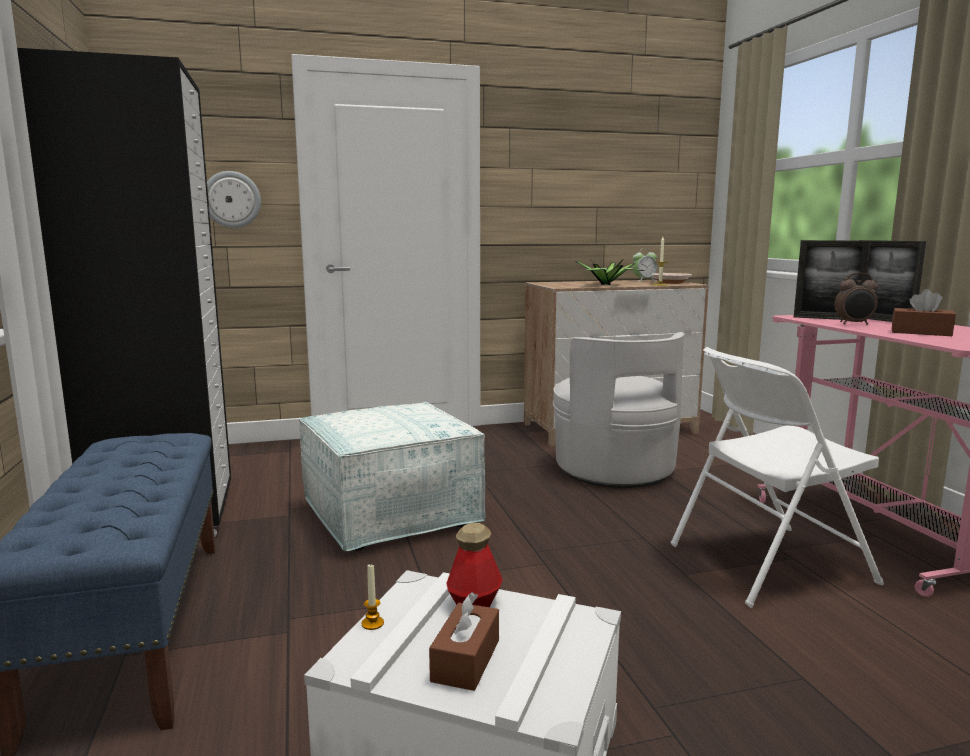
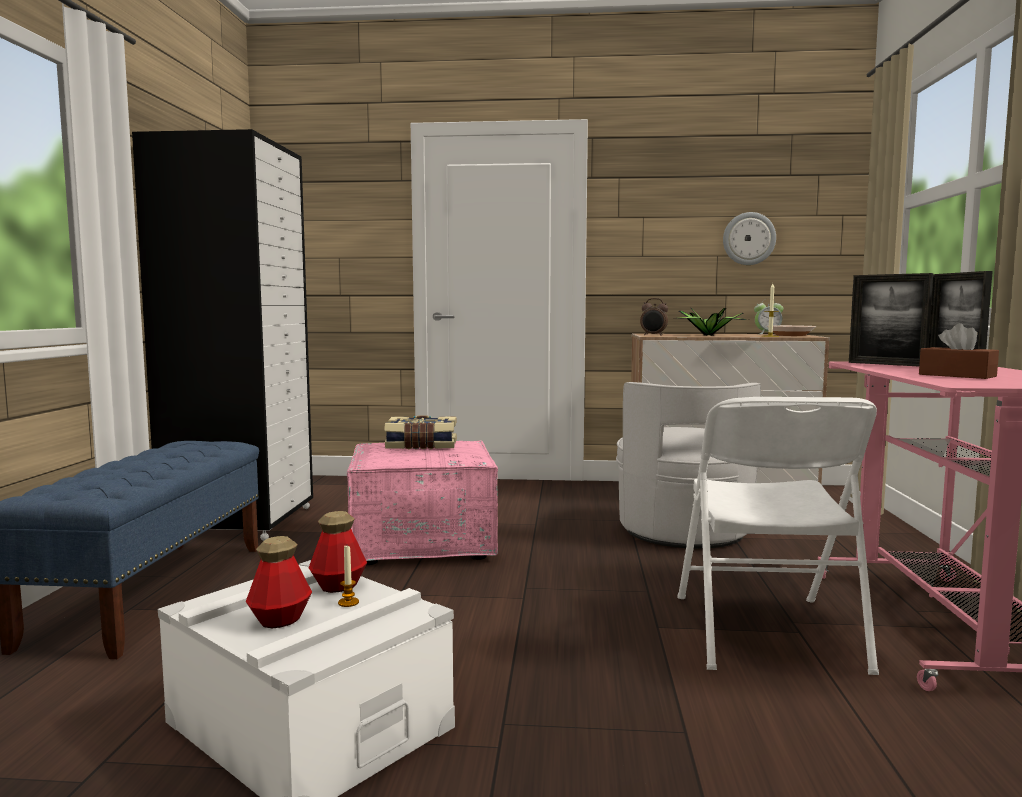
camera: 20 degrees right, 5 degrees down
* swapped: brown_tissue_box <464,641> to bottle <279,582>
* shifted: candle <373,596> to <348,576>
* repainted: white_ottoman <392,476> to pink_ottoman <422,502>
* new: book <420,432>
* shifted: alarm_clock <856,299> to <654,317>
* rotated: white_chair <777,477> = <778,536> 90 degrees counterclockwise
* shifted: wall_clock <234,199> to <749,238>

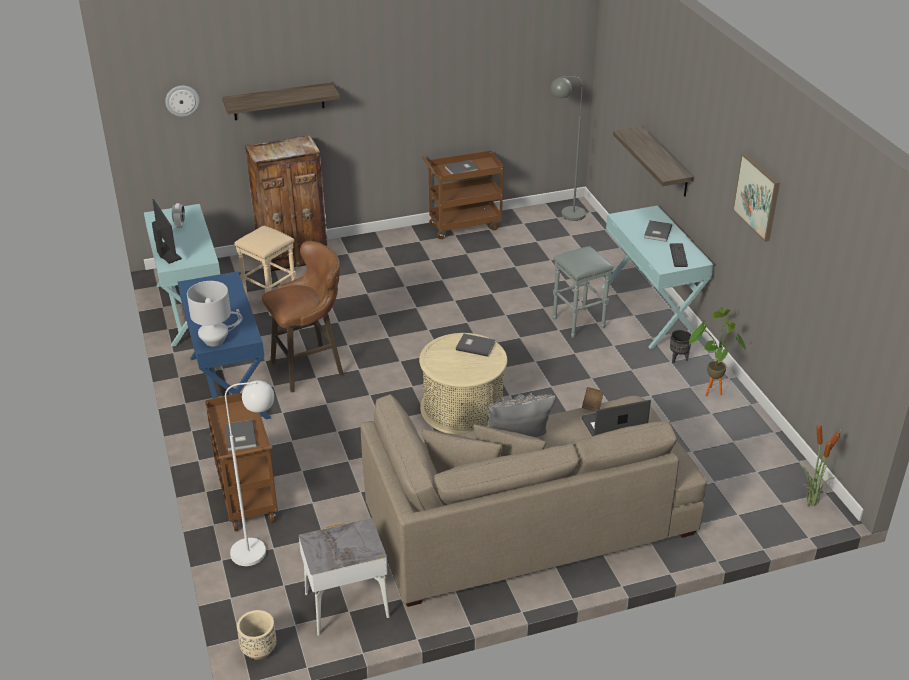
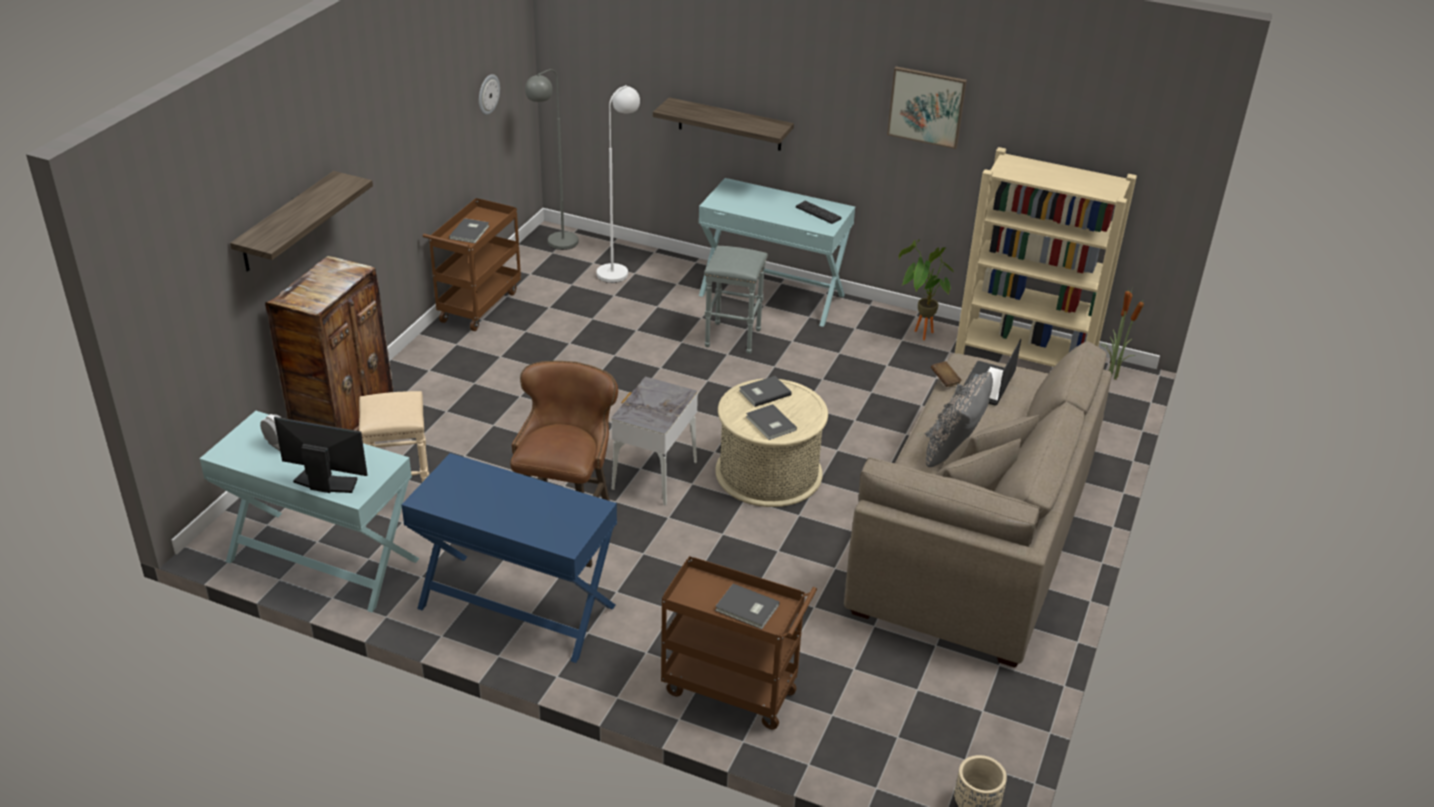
camera: 50 degrees left, 0 degrees up
* shifted: wall_clock <182,101> to <489,94>
* shifted: white_floor_lamp <249,473> to <618,184>
* shifted: side_table <344,577> to <654,441>
* shifted: grey_book <658,231> to <771,422>
* new: beige_bookcase <1046,257>
* gone: white_table_lamp <215,314>
* gone: black_planter <680,347>

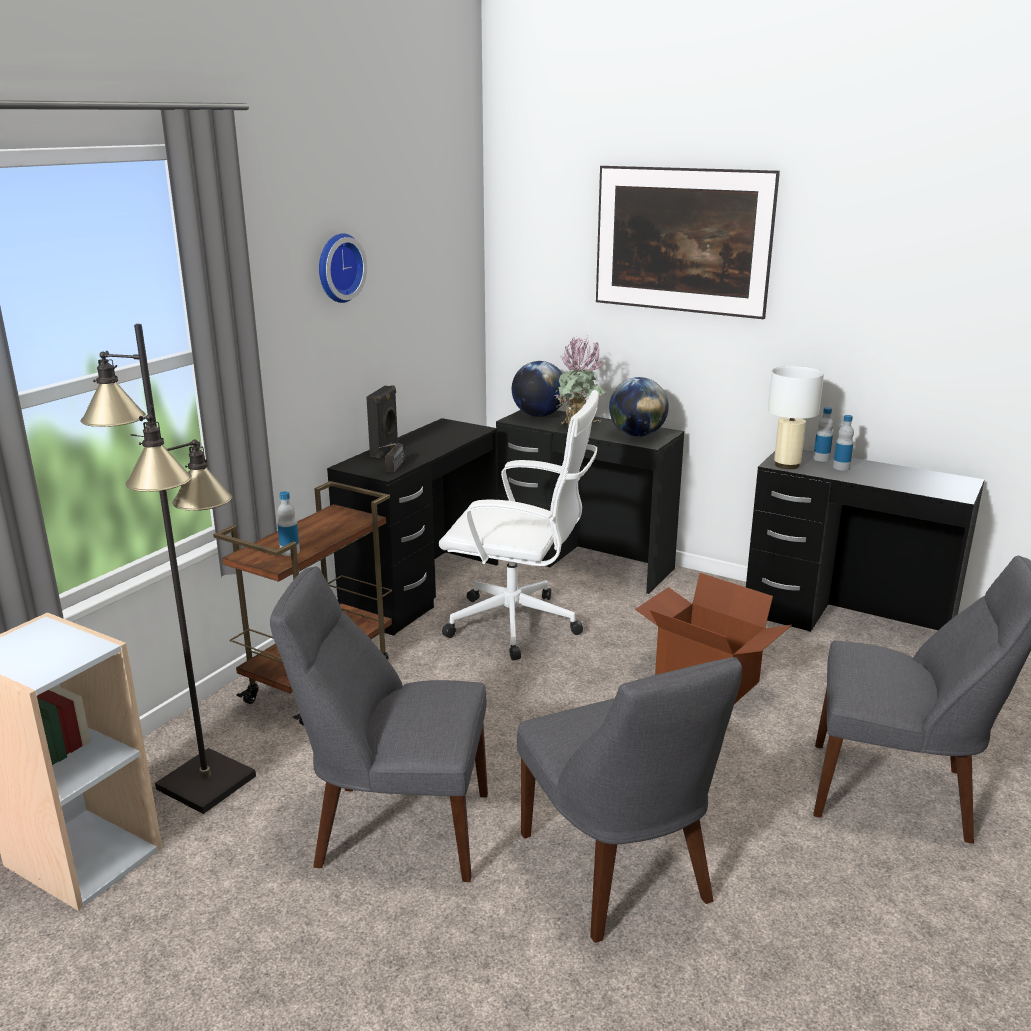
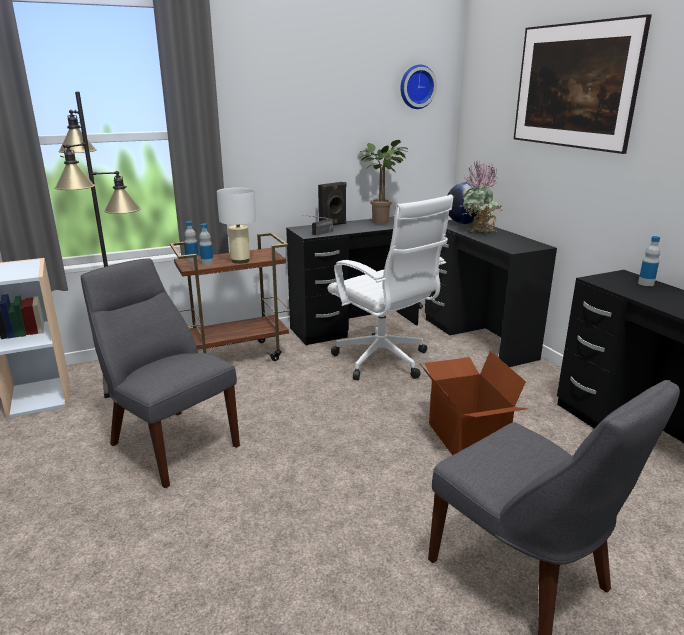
camera: 35 degrees right, 0 degrees up
* shifted: bottle <843,443> to <192,241>
* shifted: white_table_lamp <796,417> to <236,225>
* new: potted_plant <383,182>
* shifted: wall_clock <343,268> to <418,87>
* gone: grey_chair <629,800>
* gone: globe <639,407>

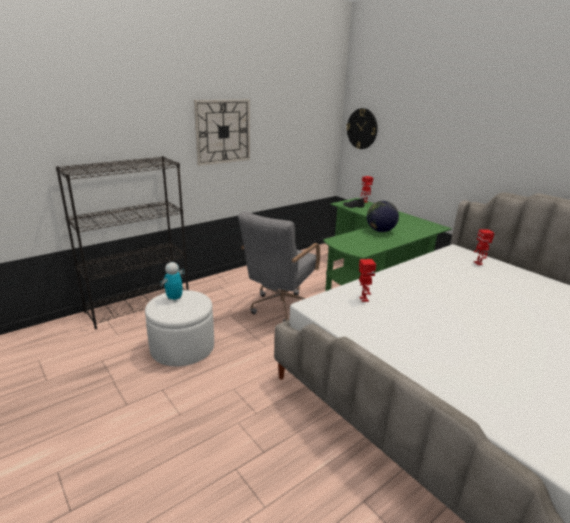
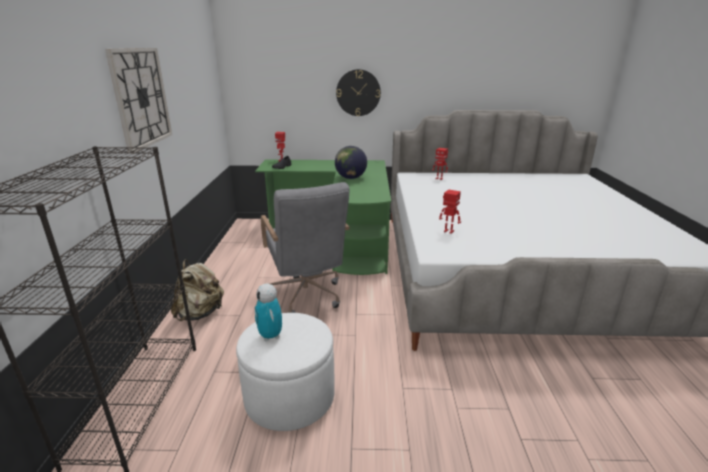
camera: 50 degrees left, 0 degrees up
* new: beige_backpack <197,290>
* shifted: wall_clock <361,128> to <358,92>

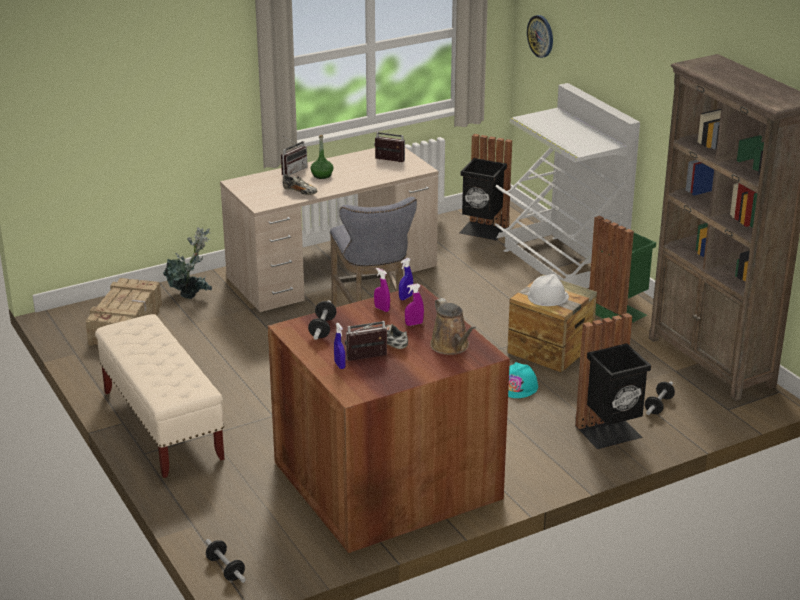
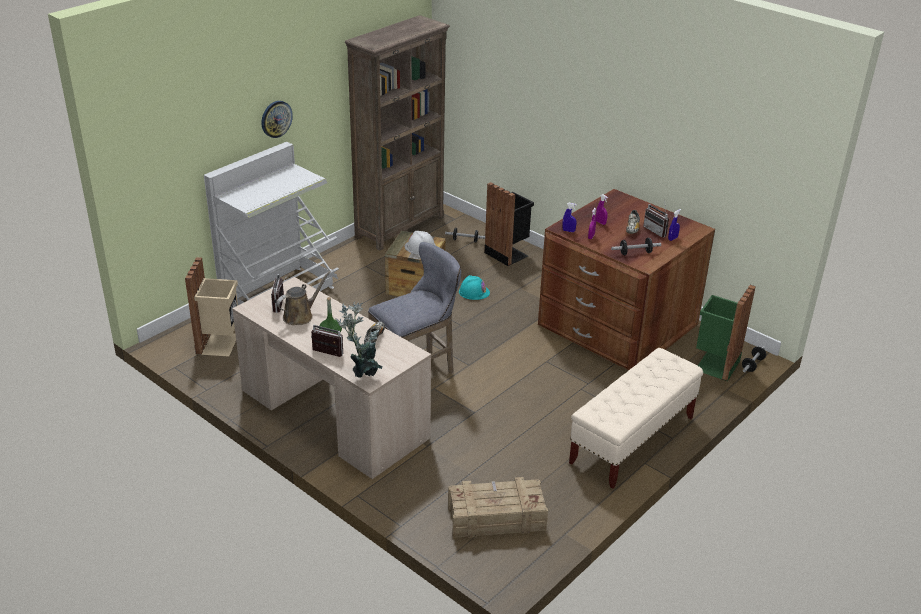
camera: 110 degrees left, 5 degrees up
* repainted: black_trash_can <485,187> to beige_trash_can <211,306>
* shifted: wall_clock <540,36> to <277,119>
* shifted: brown_watering_can <453,326> to <303,298>
* shifted: potted_plant <187,263> to <359,340>
* shifted: green_trash_can <622,269> to <726,333>

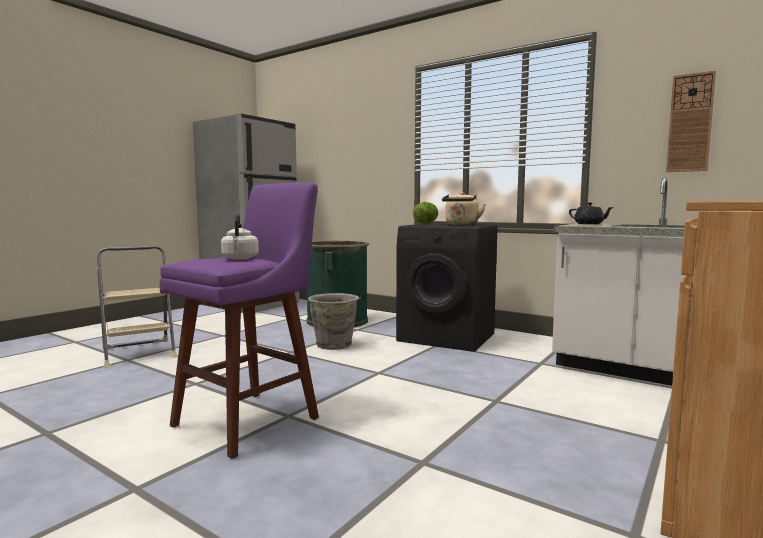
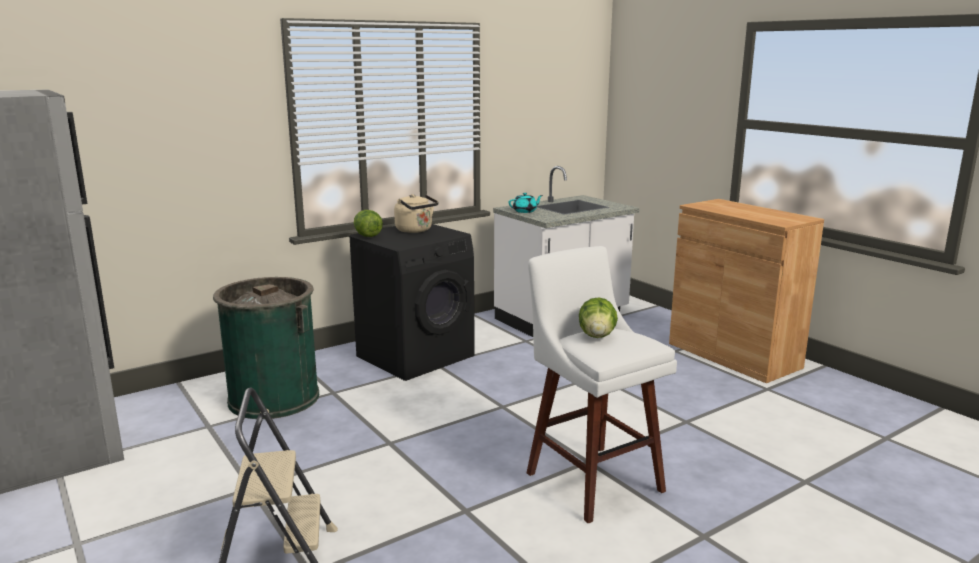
camera: 70 degrees left, 10 degrees up
* repainted: black_teapot <591,213> to turquoise_teapot <526,203>
* repainted: purple_stool <239,321> to white_stool <602,384>
* swapped: white_kettle <240,237> to lettuce <598,317>
* gone: grey_bucket <334,321>
* gone: wall_clock <691,121>

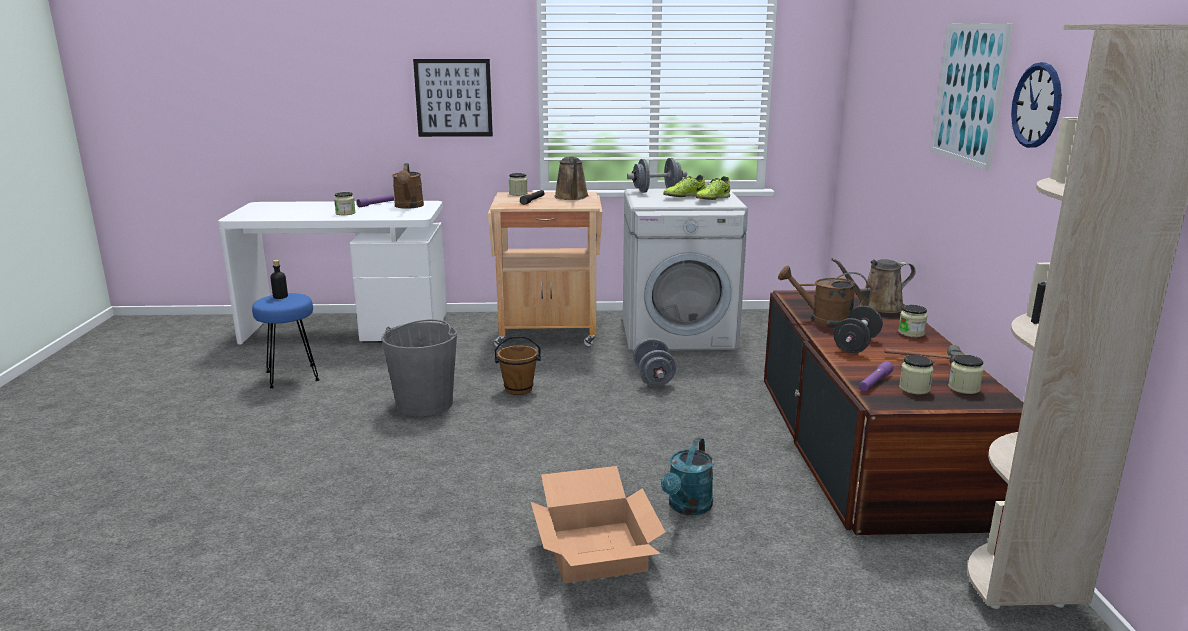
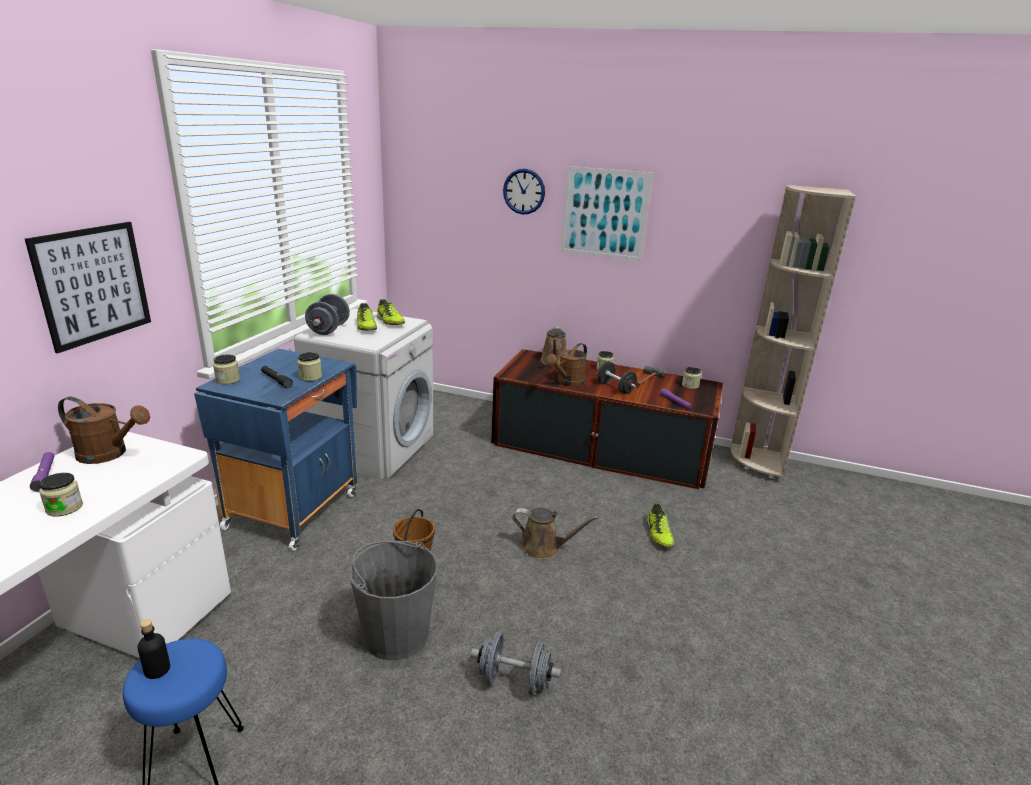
camera: 70 degrees left, 5 degrees up
* repainted: brown_cart <545,269> to blue_cart <276,450>
* shifted: jar <916,375> to <310,366>
* shifted: grey_dumbbell <654,362> to <516,663>
* shifted: wall_clock <1036,105> to <524,192>
* shifted: brown_watering_can <571,178> to <555,534>
* swapped: turquoise_watering_can <687,476> to shoe <660,525>
* gone: cardboard_box <598,524>

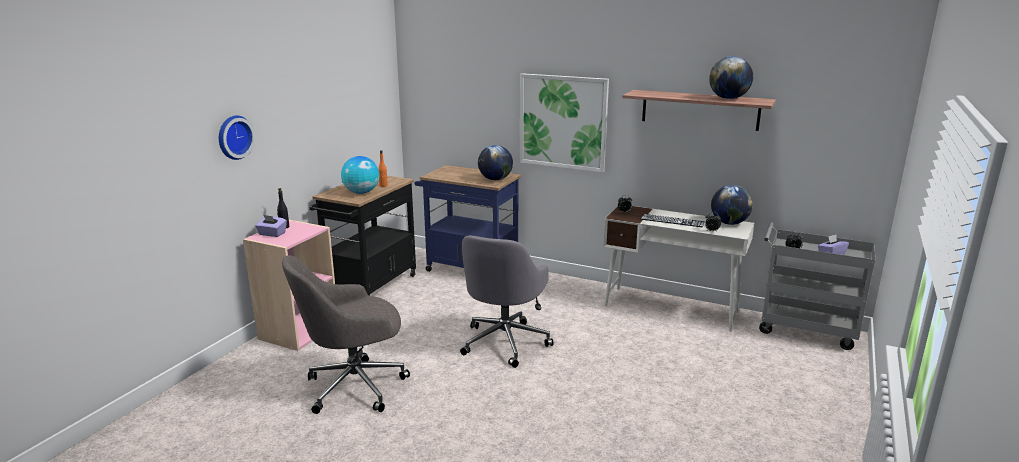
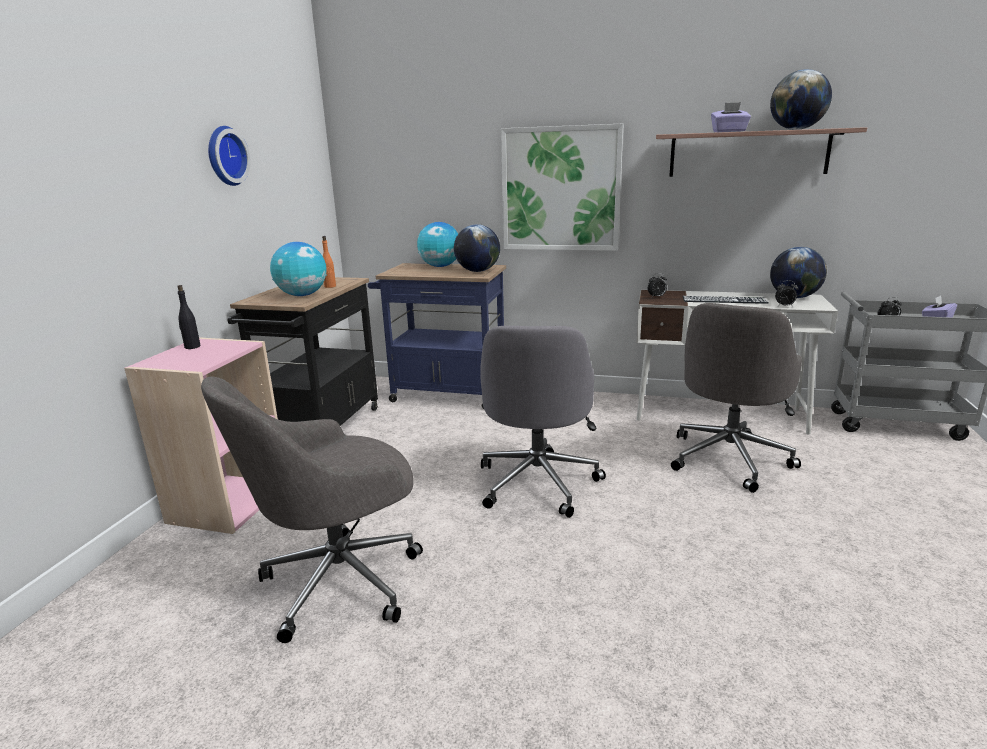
camera: 10 degrees left, 0 degrees up
* shifted: wall_clock <237,137> to <229,156>
* new: globe <437,244>
* new: grey_office_chair <736,398>
* shifted: purple_tissue_box <271,226> to <731,117>

